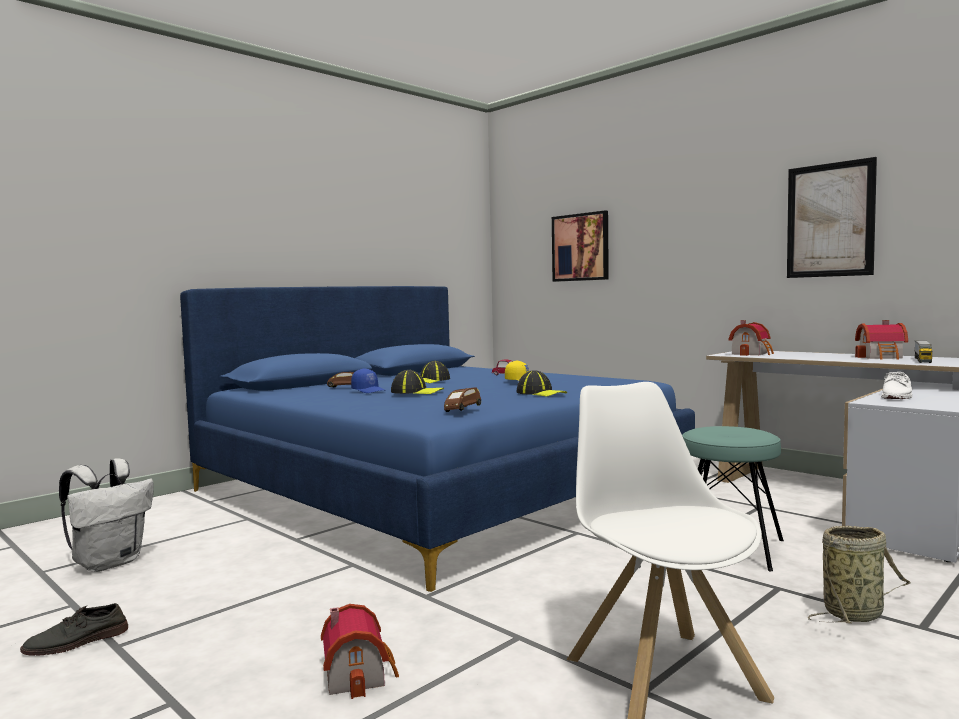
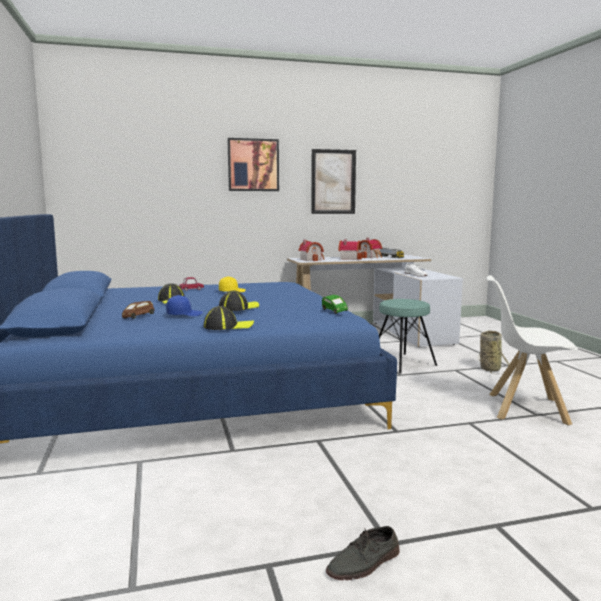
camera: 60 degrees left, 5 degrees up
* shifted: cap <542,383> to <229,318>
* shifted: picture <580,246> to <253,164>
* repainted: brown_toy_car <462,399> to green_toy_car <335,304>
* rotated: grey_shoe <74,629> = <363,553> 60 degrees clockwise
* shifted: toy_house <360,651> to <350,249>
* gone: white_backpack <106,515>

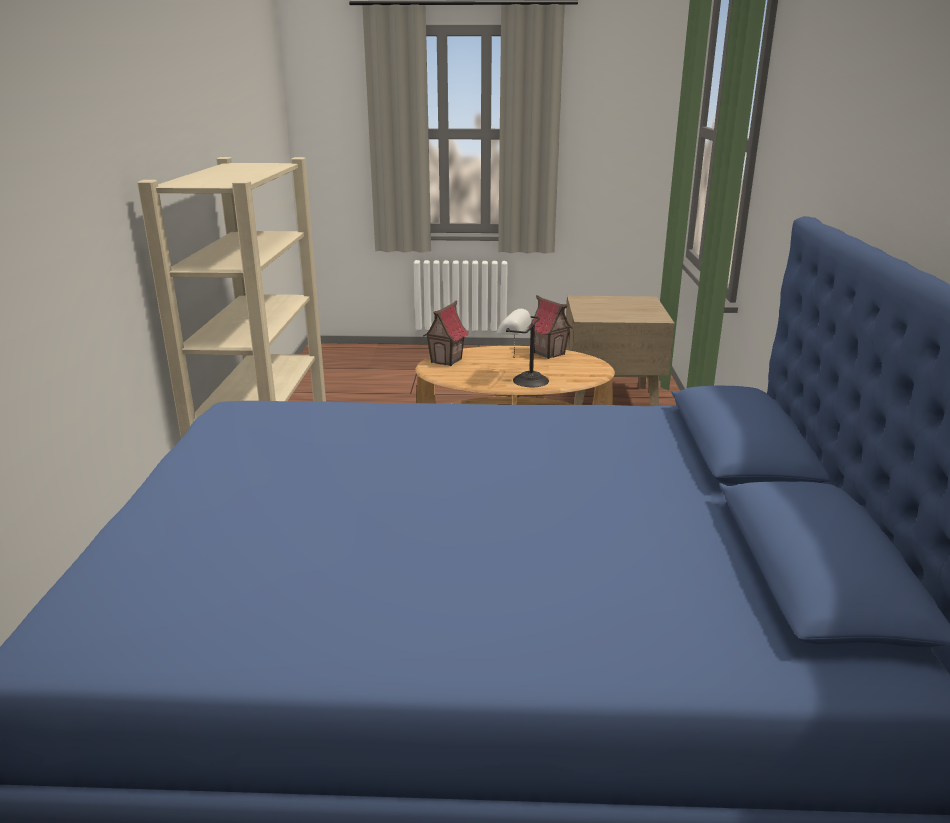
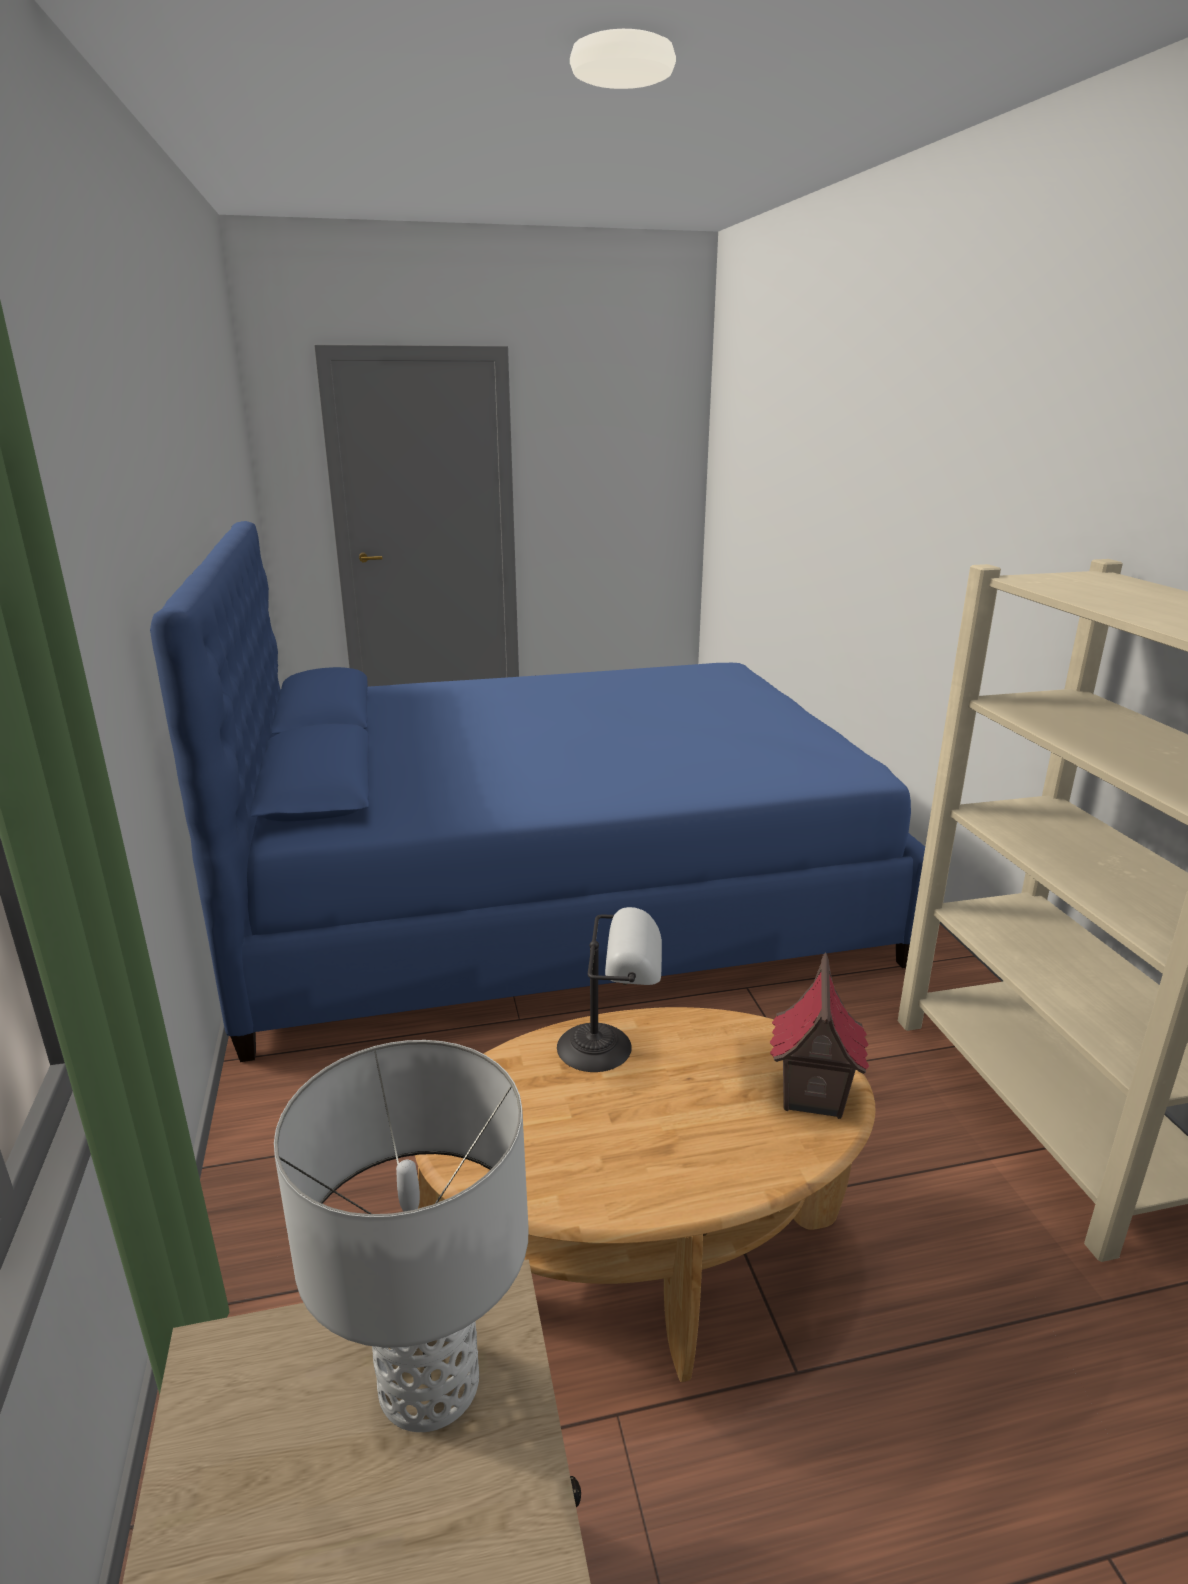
camera: 165 degrees right, 0 degrees up
* new: white_table_lamp <401,1236>
* gone: toy_house <550,327>

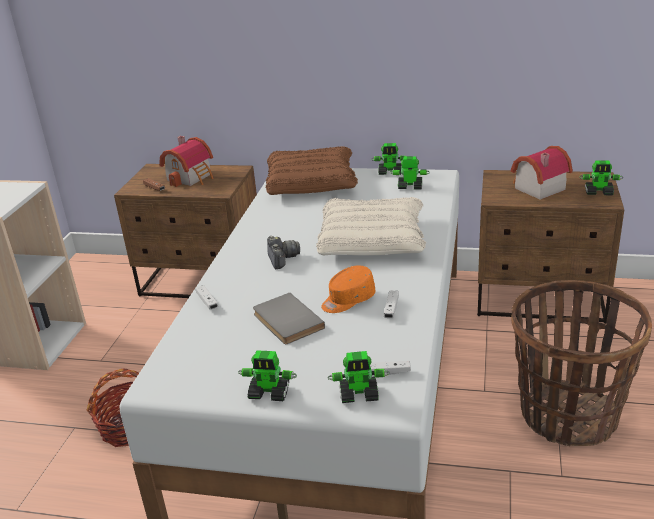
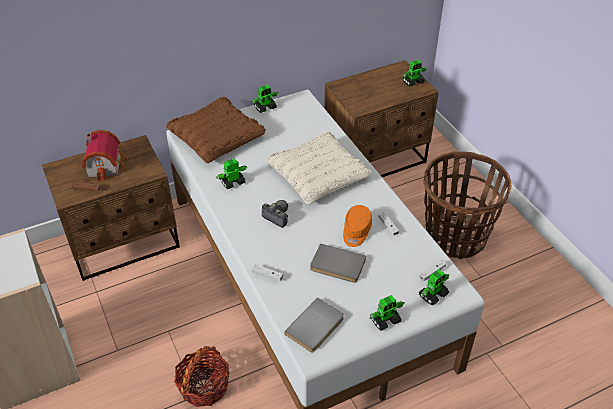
camera: 40 degrees left, 15 degrees up
* shifted: toy_robot <409,172> to <231,174>
* new: grey_book <314,325>
* gone: toy_house <542,173>

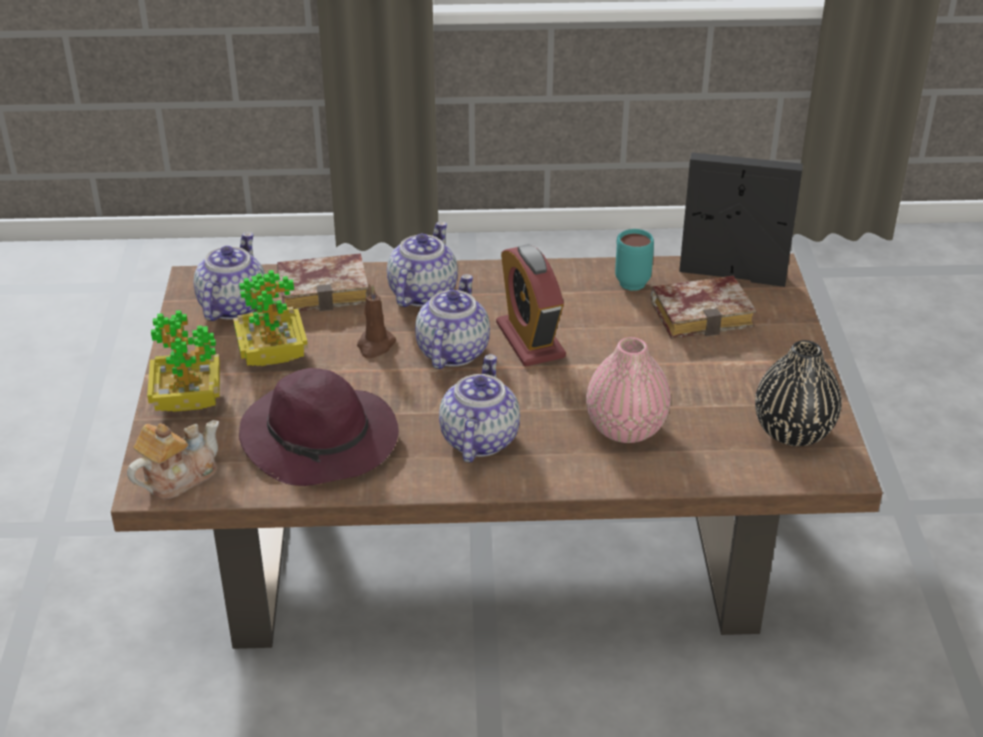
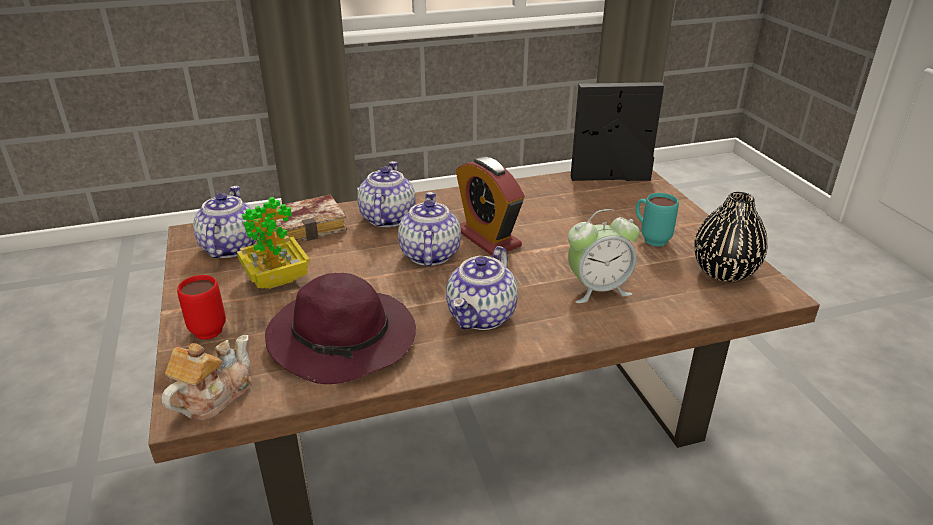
camera: 15 degrees left, 5 degrees down
* swapped: potted_plant <183,361> to red_mug <201,307>
* rotated: teapot <479,408> = <482,288> 150 degrees counterclockwise
* swapped: pink_vase <628,390> to alarm_clock <604,256>
* shifted: turquoise_mug <634,260> to <657,220>
* gone: brown_candle <376,321>
* gone: book <703,307>

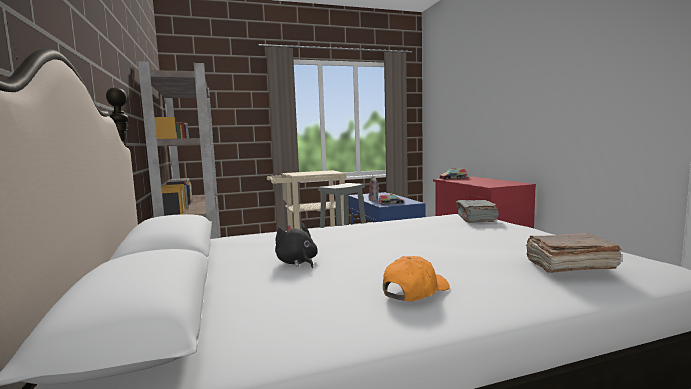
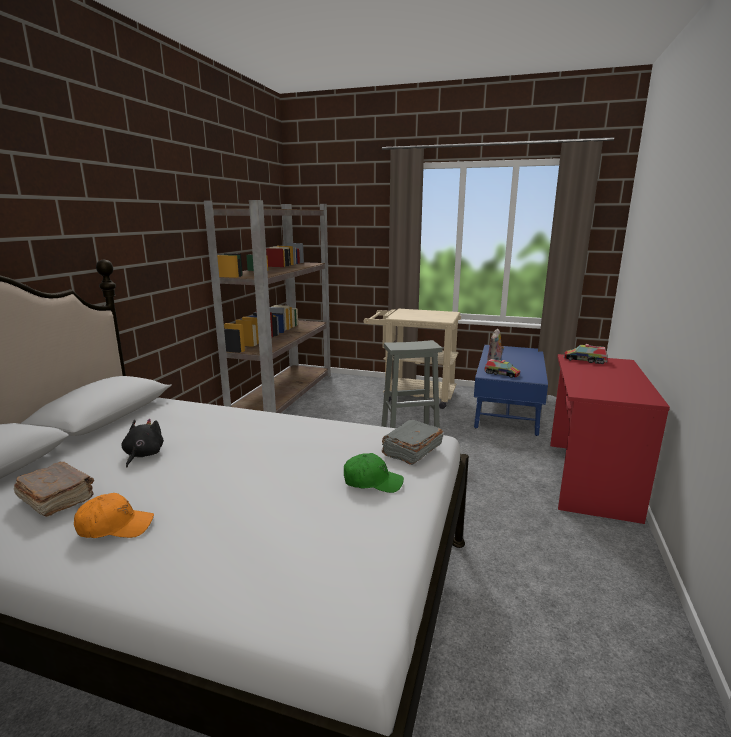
camera: 35 degrees right, 10 degrees up
* shifted: brown_book <574,253> to <54,489>
* new: green_cap <374,473>

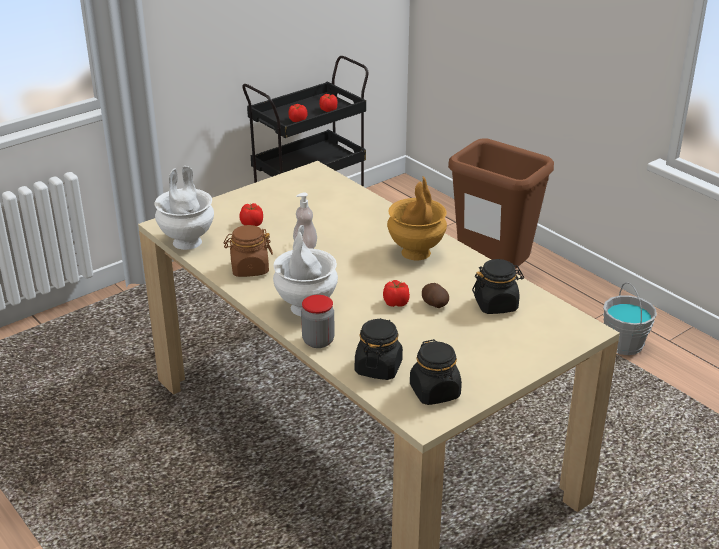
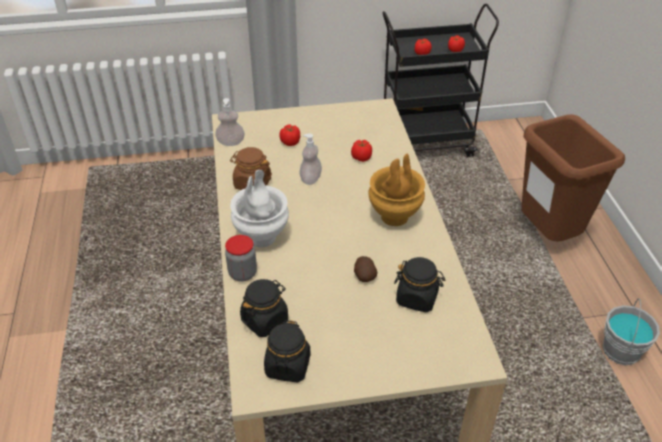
camera: 30 degrees right, 10 degrees up
* swapped: white_vase <184,208> to soap_dispenser <230,122>
* shifted: tomato <396,293> to <361,151>

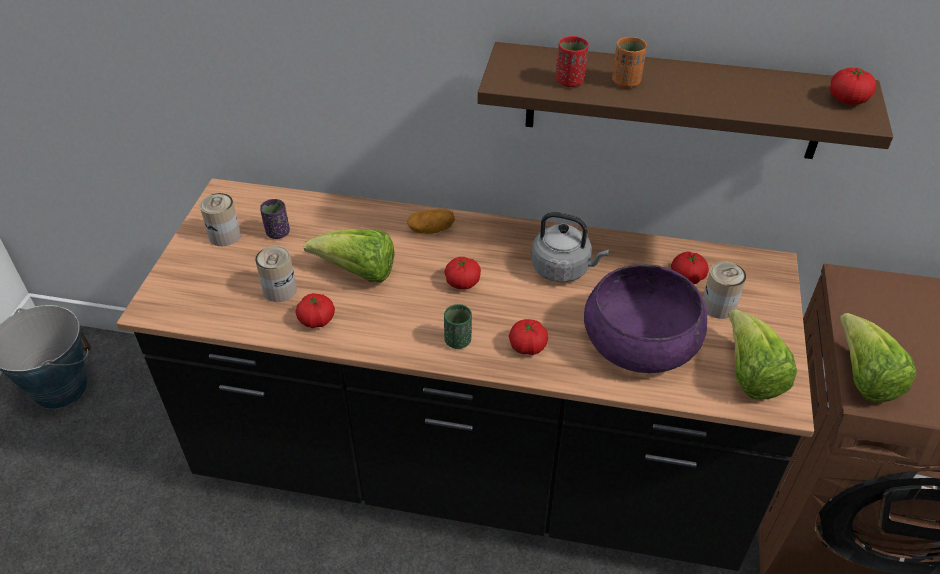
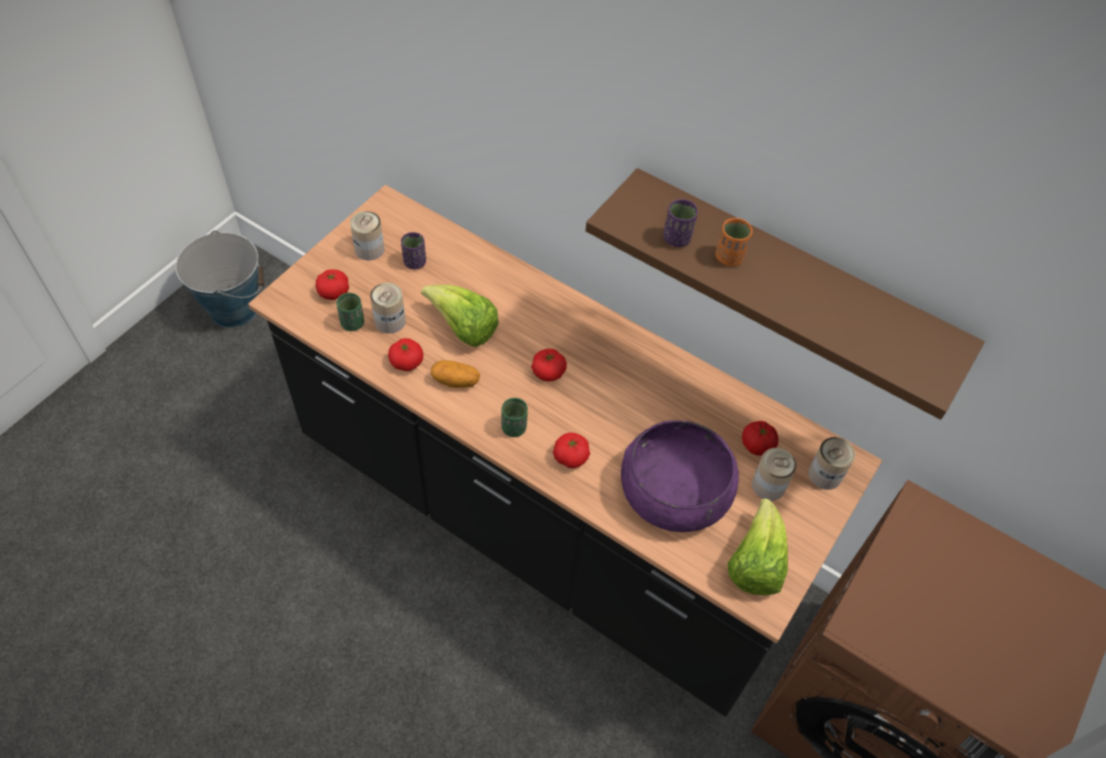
camera: 20 degrees right, 10 degrees up
* shifted: tomato <853,86> to <332,284>
* new: green_cup <350,312>
* shifted: potato <431,221> to <455,374>
* repainted: red_cup <572,61> to purple_cup <680,223>
* new: can <831,463>
* gone: grey_kettle <570,247>
* gone: lettuce <877,358>

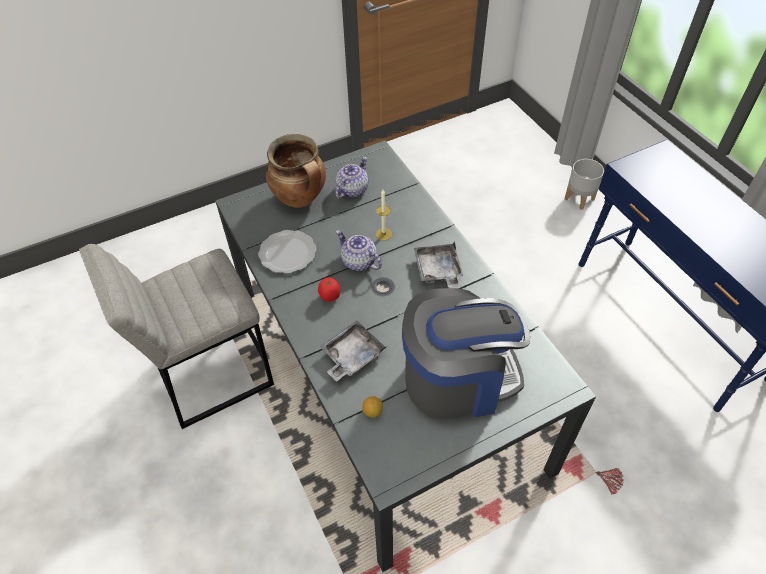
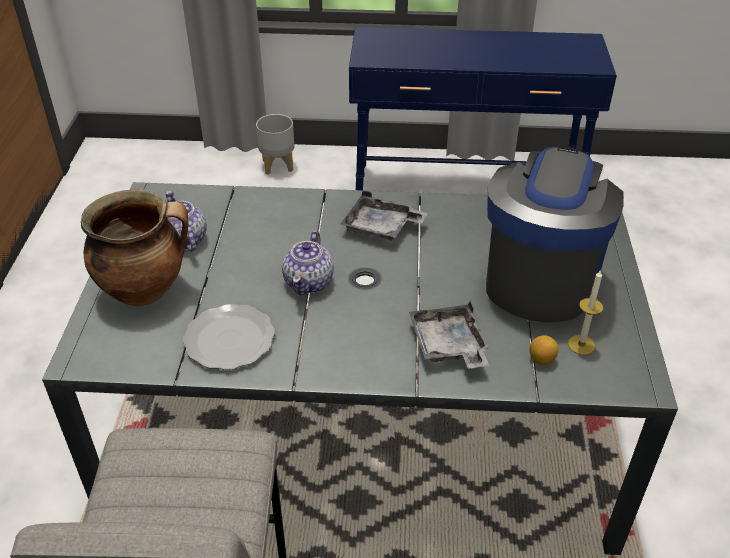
camera: 60 degrees left, 10 degrees down
* rotated: teapot <359,250> = <308,263> 60 degrees counterclockwise
* shifted: candle <384,215> to <585,312>
* gone: tomato <329,289>

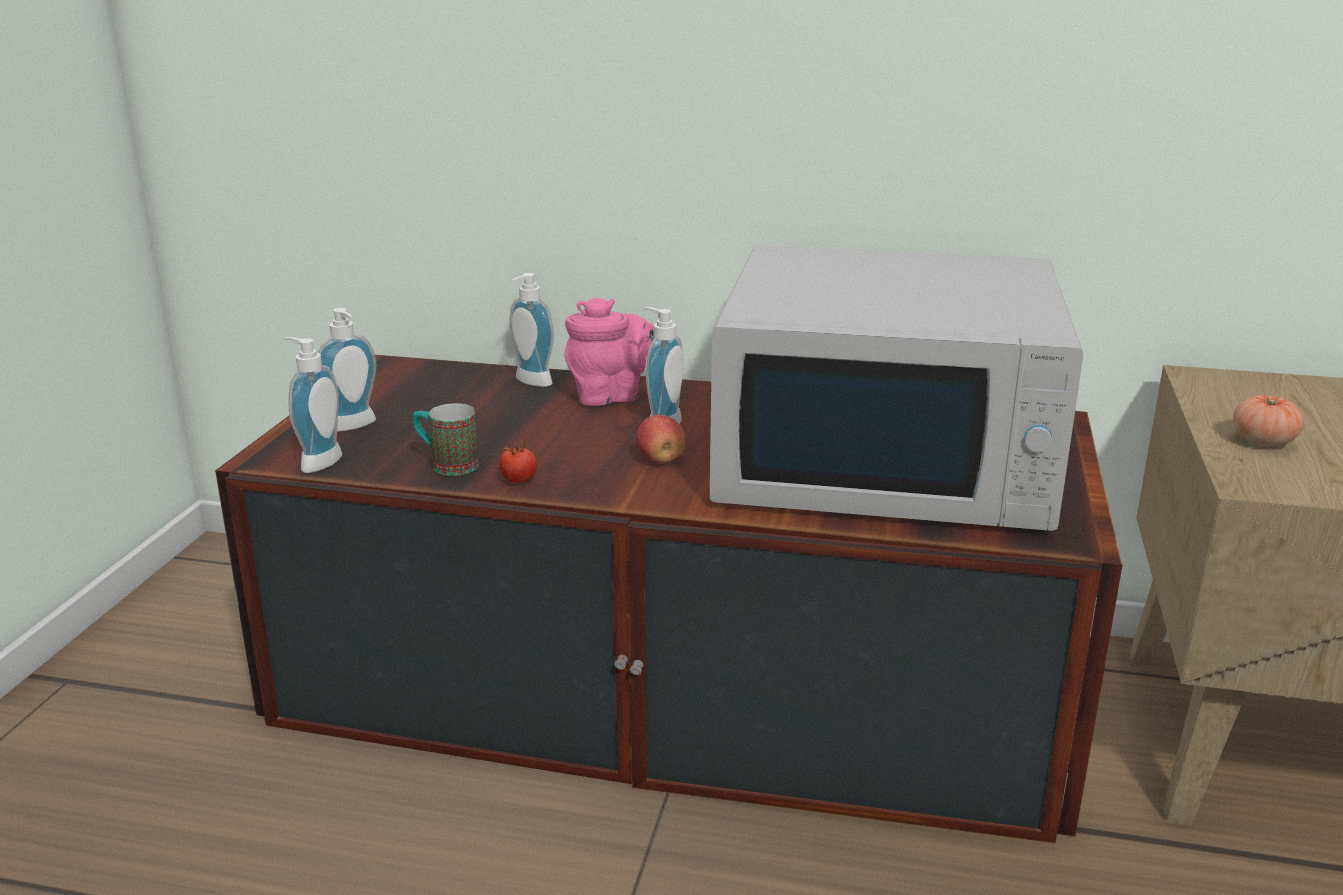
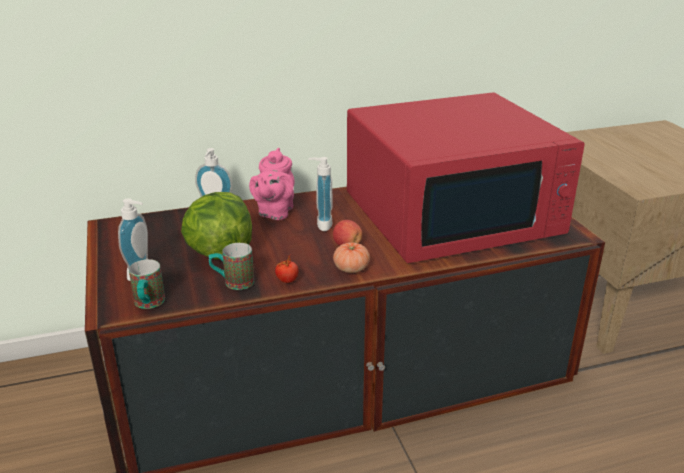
camera: 30 degrees left, 5 degrees up
* swapped: soap_dispenser <313,405> to mug <147,284>
* new: lettuce <216,226>
* rotated: pink_teapot <611,351> = <271,184> 150 degrees clockwise
* shifted: tomato <1268,420> to <351,257>
* repainted: white_microwave <896,388> to red_microwave <466,177>

